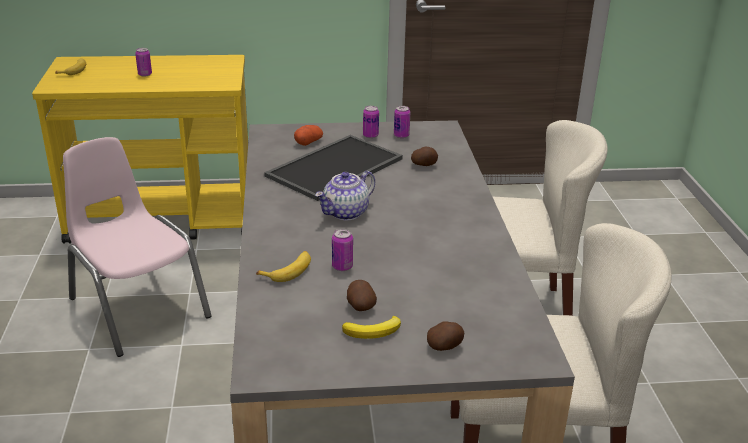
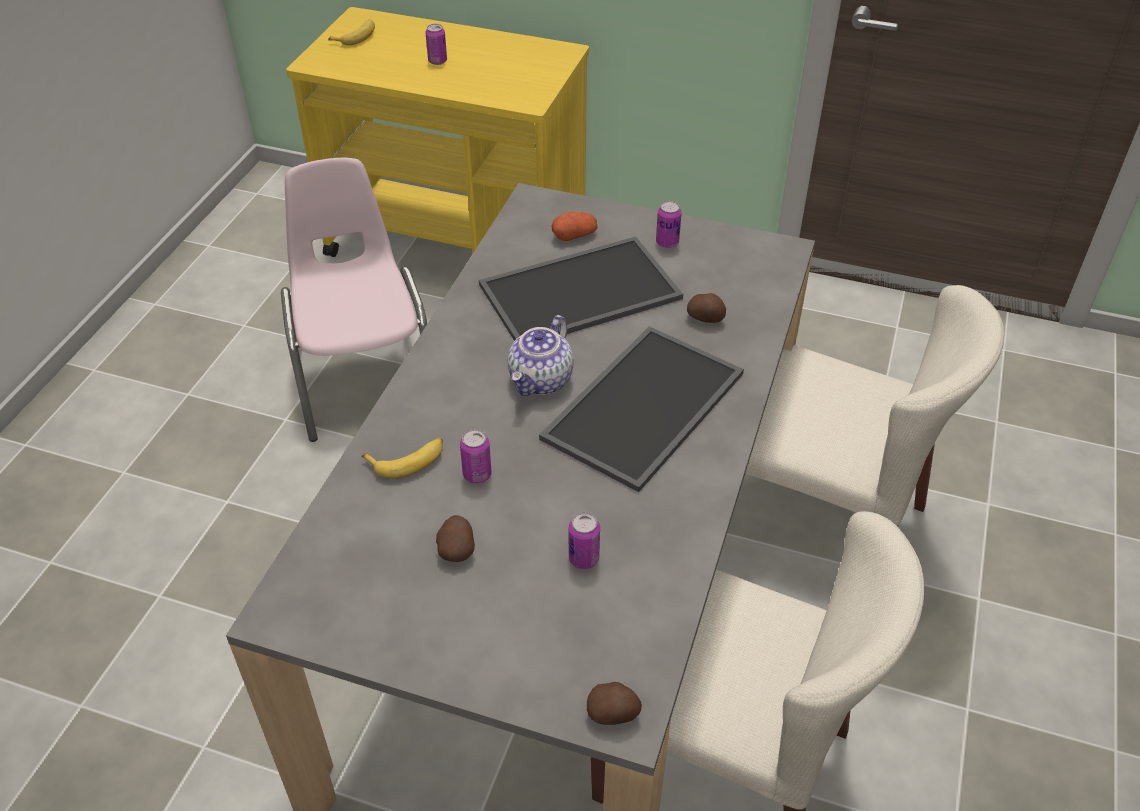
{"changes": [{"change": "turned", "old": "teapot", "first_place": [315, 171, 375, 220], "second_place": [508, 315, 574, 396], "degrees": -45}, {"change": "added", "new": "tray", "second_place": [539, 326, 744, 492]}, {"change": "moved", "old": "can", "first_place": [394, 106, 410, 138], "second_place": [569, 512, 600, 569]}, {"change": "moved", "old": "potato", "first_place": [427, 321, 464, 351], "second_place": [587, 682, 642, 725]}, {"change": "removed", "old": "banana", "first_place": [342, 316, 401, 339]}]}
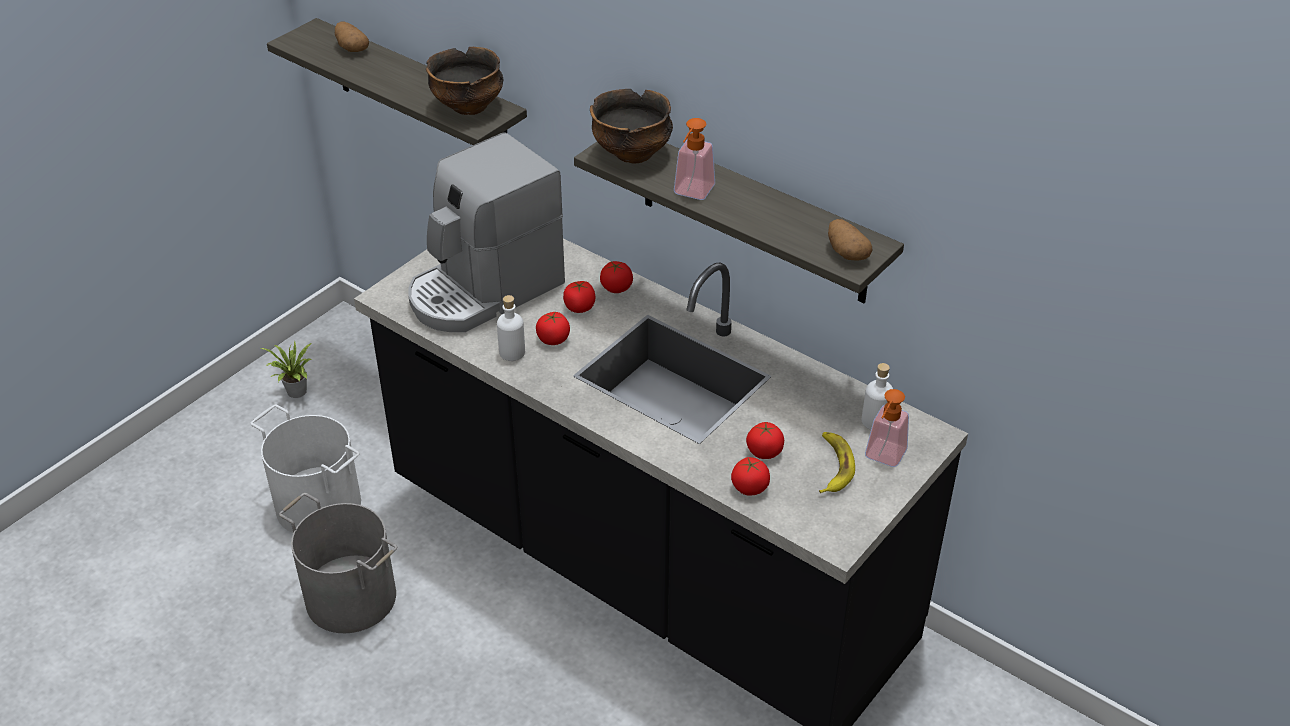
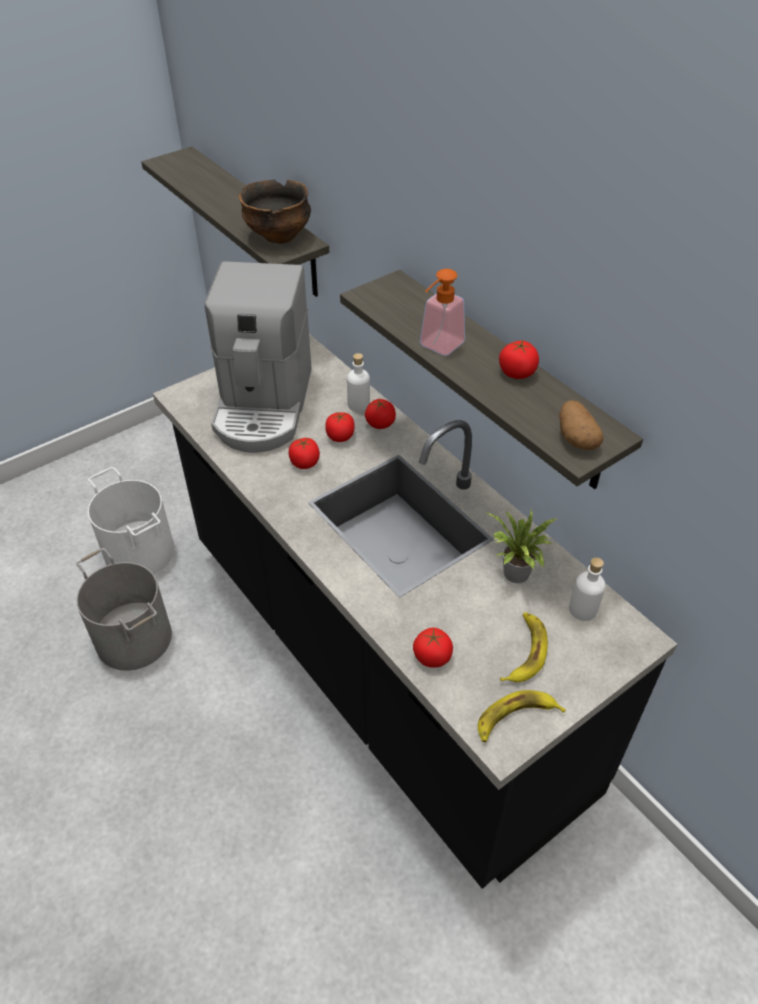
{"changes": [{"change": "turned", "old": "coffee machine", "first_place": [408, 132, 565, 332], "second_place": [204, 261, 312, 453], "degrees": -60}, {"change": "moved", "old": "bottle (white)", "first_place": [497, 295, 525, 361], "second_place": [347, 353, 370, 412]}, {"change": "added", "new": "banana", "second_place": [478, 690, 566, 742]}, {"change": "moved", "old": "potted plant", "first_place": [261, 341, 313, 398], "second_place": [487, 509, 557, 583]}, {"change": "moved", "old": "tomato", "first_place": [746, 422, 784, 459], "second_place": [499, 341, 539, 379]}, {"change": "removed", "old": "potato", "first_place": [335, 22, 369, 52]}, {"change": "removed", "old": "bowl", "first_place": [590, 89, 673, 164]}, {"change": "removed", "old": "soap dispenser", "first_place": [865, 389, 909, 467]}]}
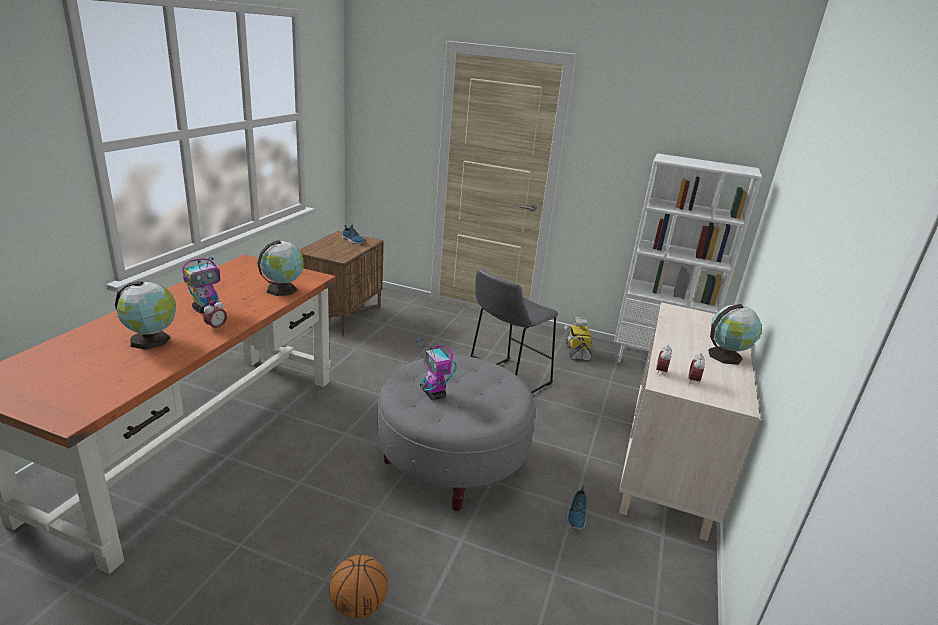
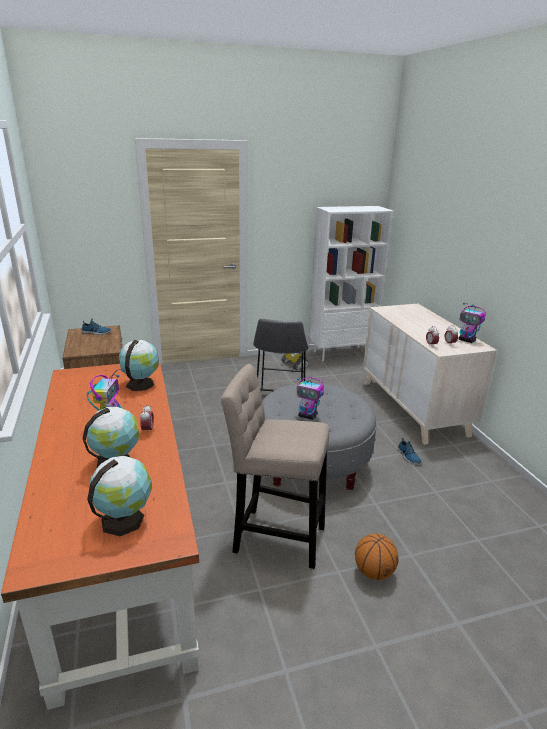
{"changes": [{"change": "moved", "old": "globe", "first_place": [708, 304, 762, 365], "second_place": [87, 456, 152, 536]}, {"change": "added", "new": "stool (beige)", "second_place": [221, 364, 329, 569]}, {"change": "added", "new": "toy robot", "second_place": [458, 302, 486, 343]}]}
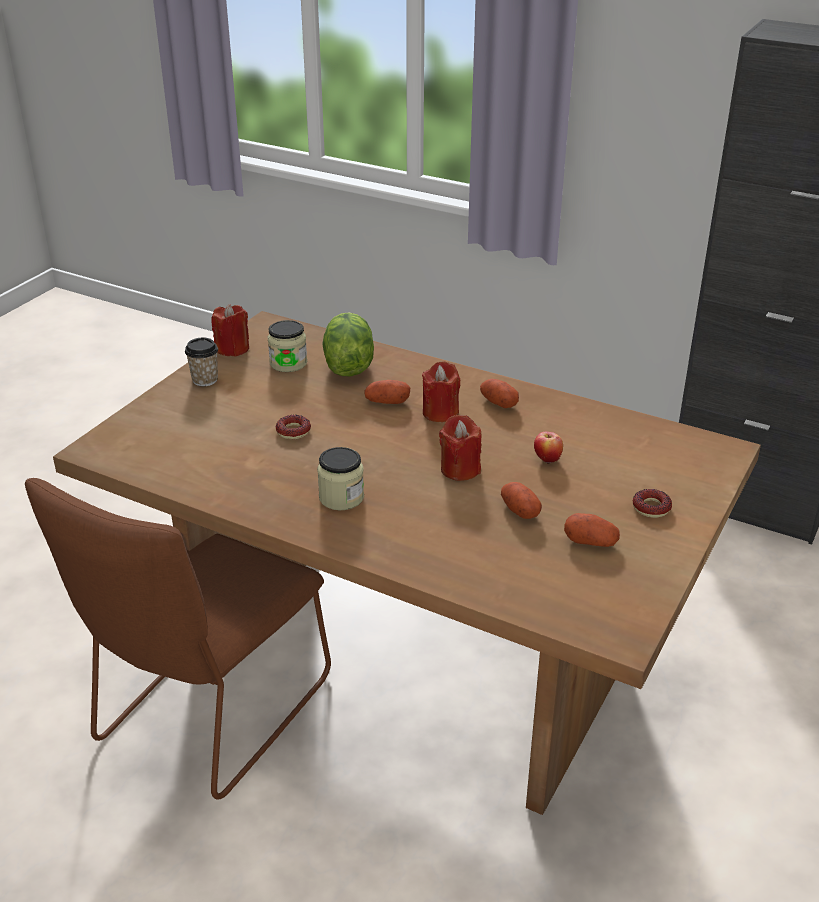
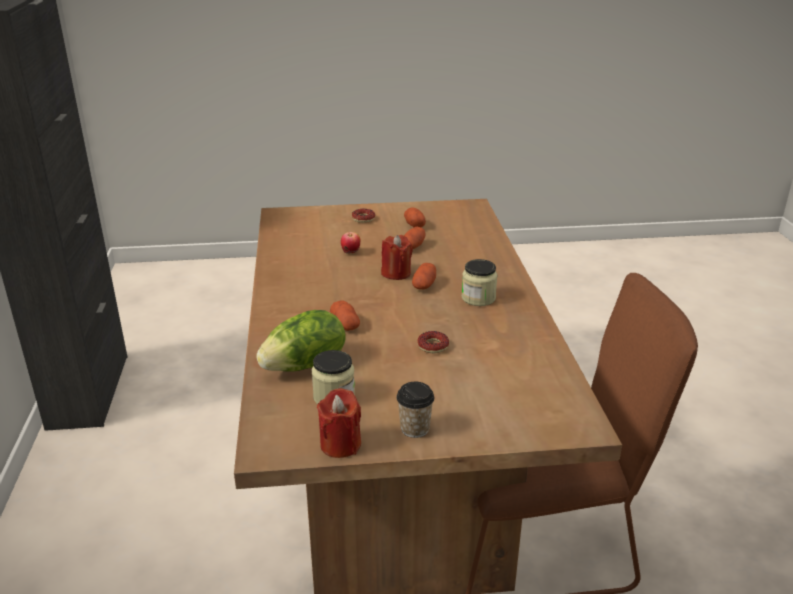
{"changes": [{"change": "moved", "old": "potato", "first_place": [480, 379, 519, 408], "second_place": [412, 263, 436, 289]}, {"change": "removed", "old": "candle (red)", "first_place": [422, 361, 460, 422]}]}
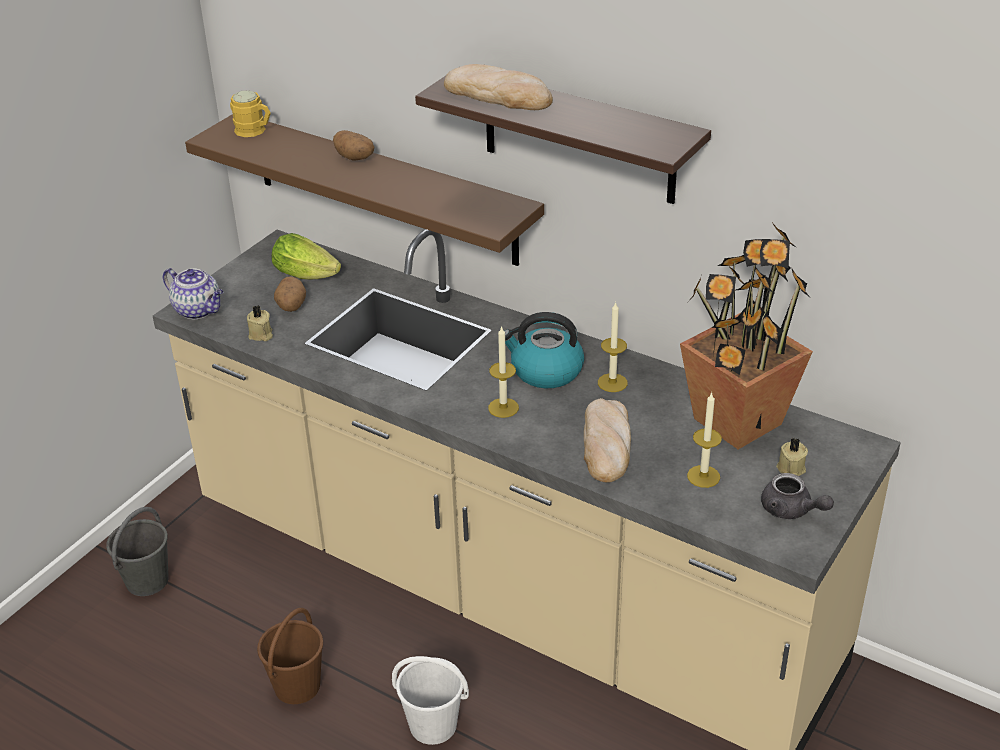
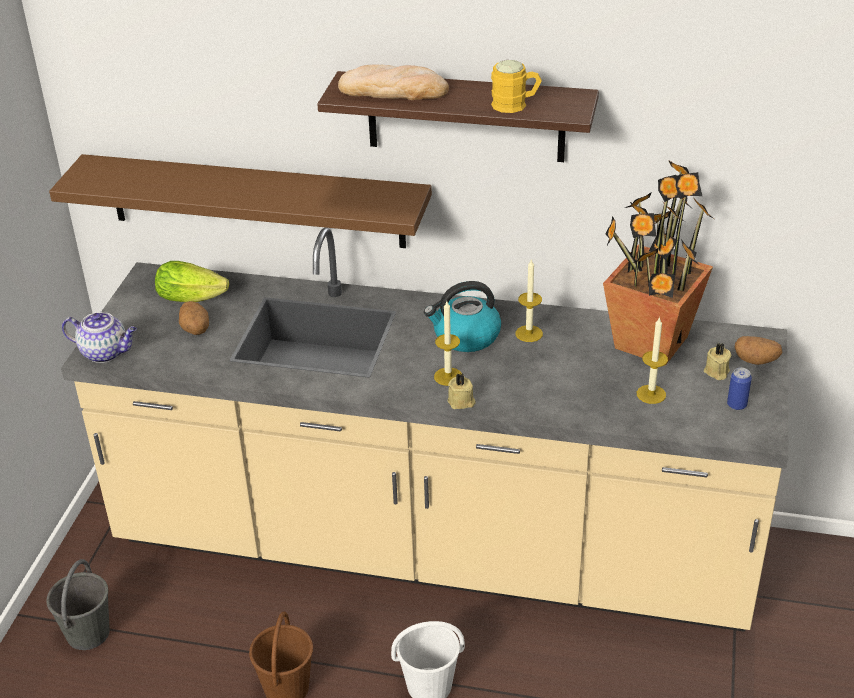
{"changes": [{"change": "moved", "old": "candle (beige)", "first_place": [247, 306, 273, 341], "second_place": [447, 373, 476, 409]}, {"change": "moved", "old": "mug (yellow)", "first_place": [230, 90, 271, 137], "second_place": [491, 60, 542, 113]}, {"change": "replaced", "old": "teapot (grey)", "new": "can", "first_place": [761, 473, 834, 519], "second_place": [727, 368, 752, 410]}, {"change": "moved", "old": "potato", "first_place": [333, 130, 374, 160], "second_place": [735, 336, 783, 365]}, {"change": "removed", "old": "bread", "first_place": [584, 398, 631, 483]}]}
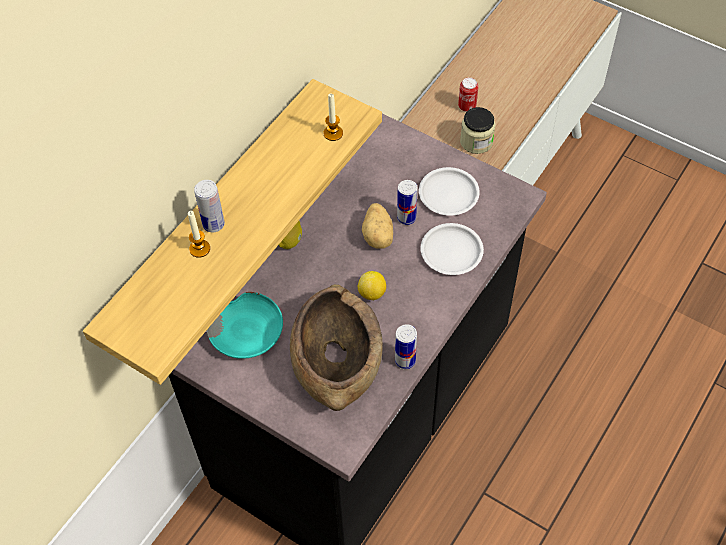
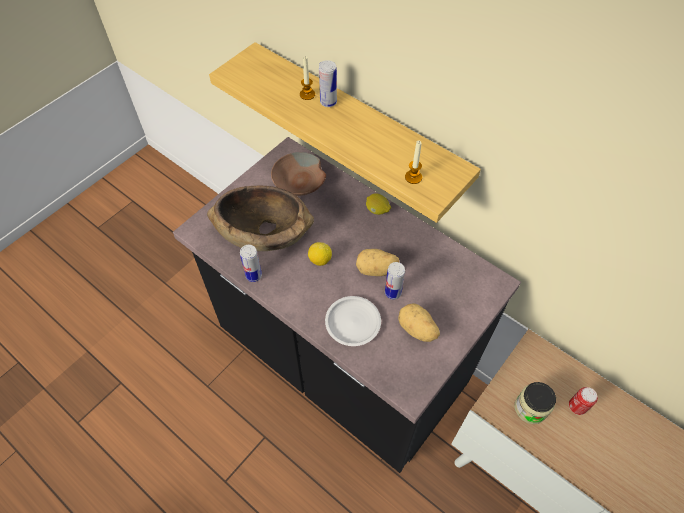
{"changes": [{"change": "recoloured", "old": "bowl (turquoise)", "new": "bowl (brown)", "first_place": [206, 292, 283, 359], "second_place": [271, 152, 326, 196]}, {"change": "replaced", "old": "plate (white)", "new": "potato", "first_place": [419, 167, 480, 216], "second_place": [398, 303, 440, 342]}]}
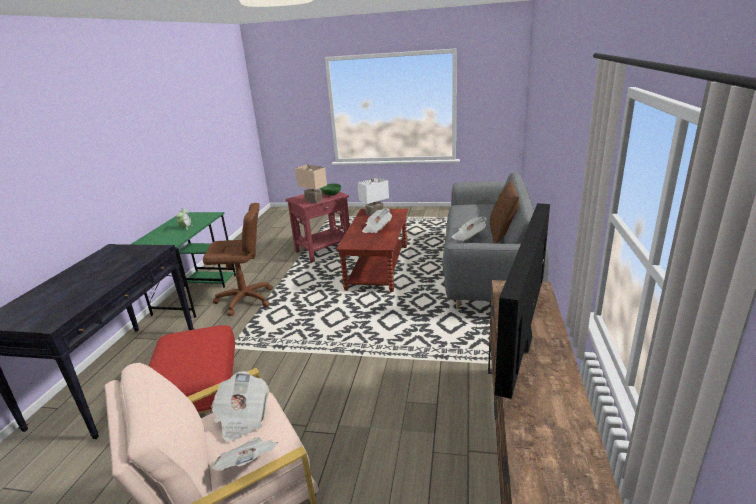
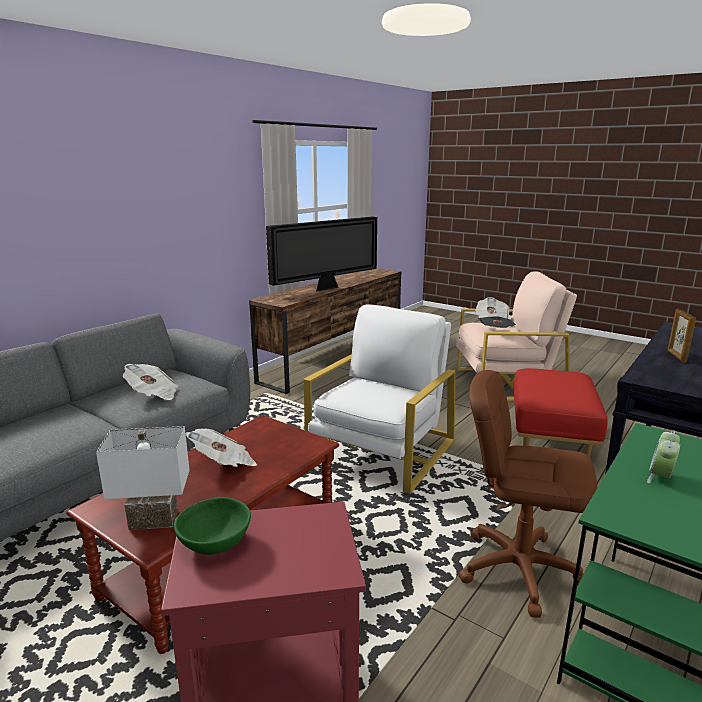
{"changes": [{"change": "added", "new": "armchair (white)", "second_place": [304, 304, 455, 494]}, {"change": "added", "new": "picture frame", "second_place": [667, 309, 696, 362]}, {"change": "removed", "old": "table lamp (beige)", "first_place": [295, 164, 327, 203]}, {"change": "removed", "old": "pillow (brown)", "first_place": [490, 180, 519, 244]}]}
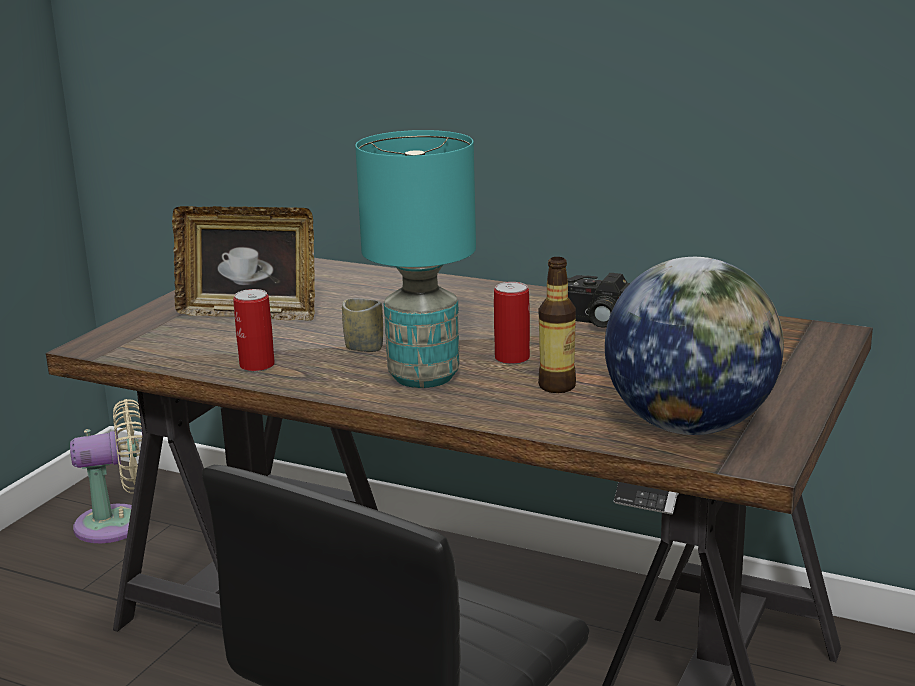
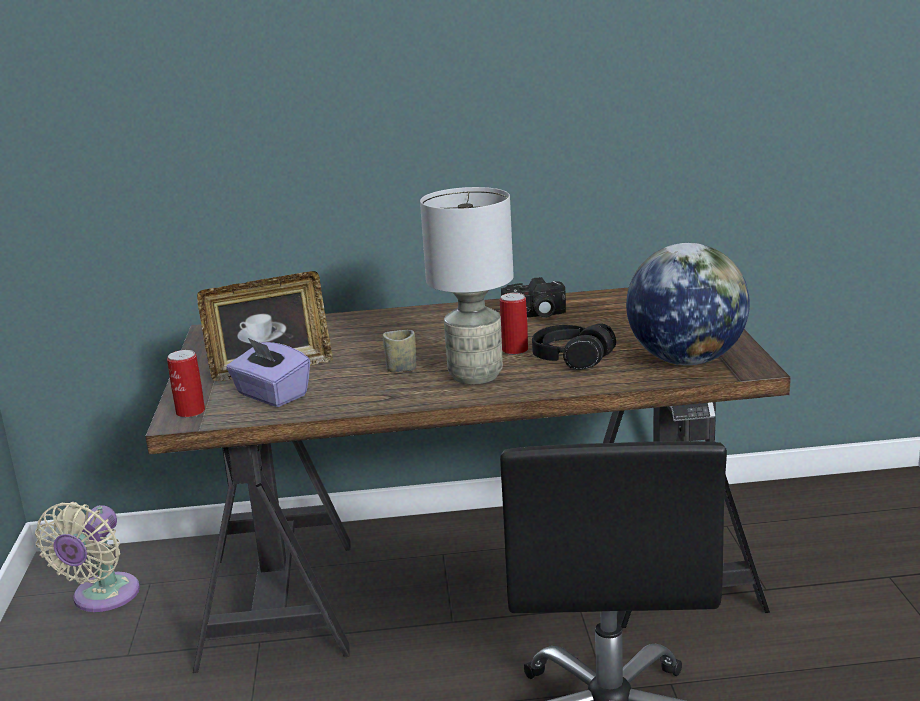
{"changes": [{"change": "turned", "old": "fan (beige)", "first_place": [70, 399, 142, 543], "second_place": [35, 502, 140, 612], "degrees": 150}, {"change": "moved", "old": "can", "first_place": [233, 289, 275, 372], "second_place": [167, 350, 205, 418]}, {"change": "added", "new": "tissue box (purple)", "second_place": [226, 338, 310, 407]}, {"change": "recoloured", "old": "table lamp (turquoise)", "new": "table lamp (grey)", "first_place": [355, 130, 476, 388], "second_place": [420, 187, 514, 384]}, {"change": "replaced", "old": "bottle", "new": "headphones (black)", "first_place": [538, 257, 576, 393], "second_place": [532, 323, 616, 369]}]}
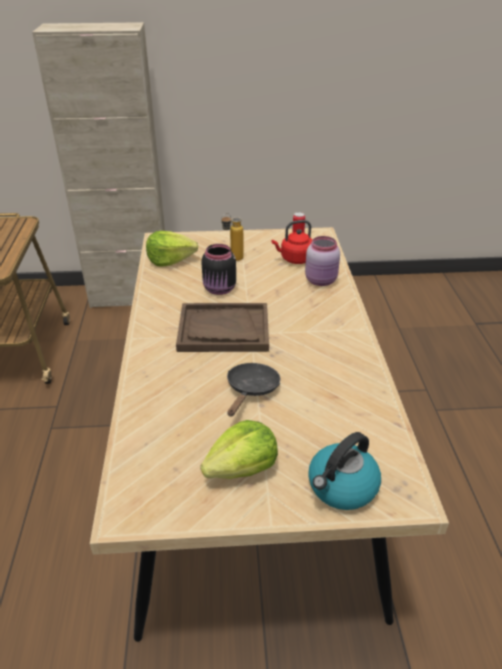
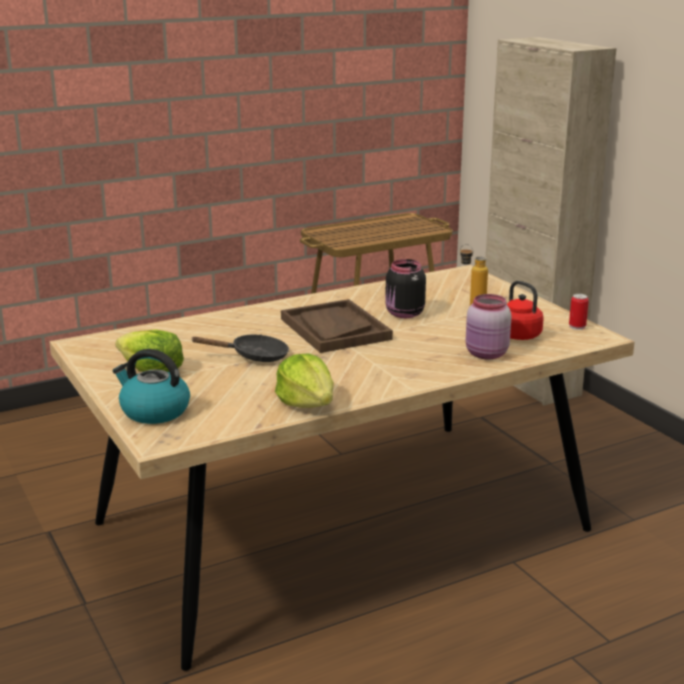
{"changes": [{"change": "moved", "old": "lettuce", "first_place": [146, 231, 198, 267], "second_place": [275, 353, 334, 408]}]}
